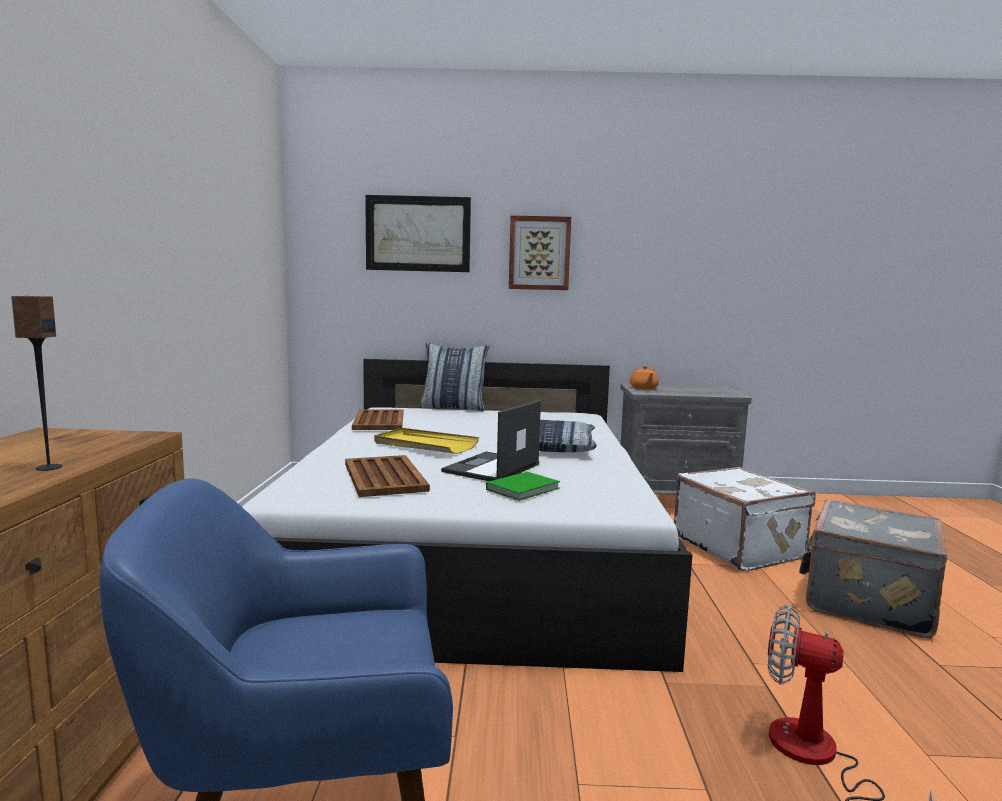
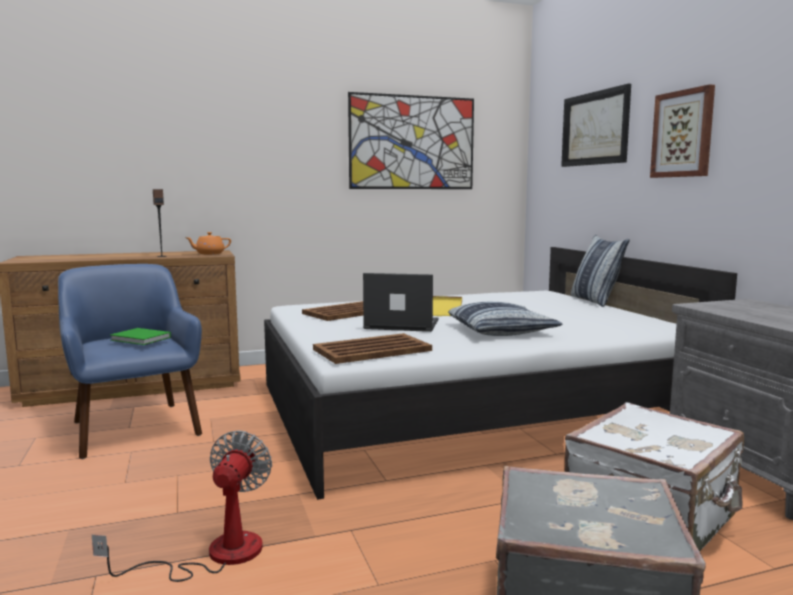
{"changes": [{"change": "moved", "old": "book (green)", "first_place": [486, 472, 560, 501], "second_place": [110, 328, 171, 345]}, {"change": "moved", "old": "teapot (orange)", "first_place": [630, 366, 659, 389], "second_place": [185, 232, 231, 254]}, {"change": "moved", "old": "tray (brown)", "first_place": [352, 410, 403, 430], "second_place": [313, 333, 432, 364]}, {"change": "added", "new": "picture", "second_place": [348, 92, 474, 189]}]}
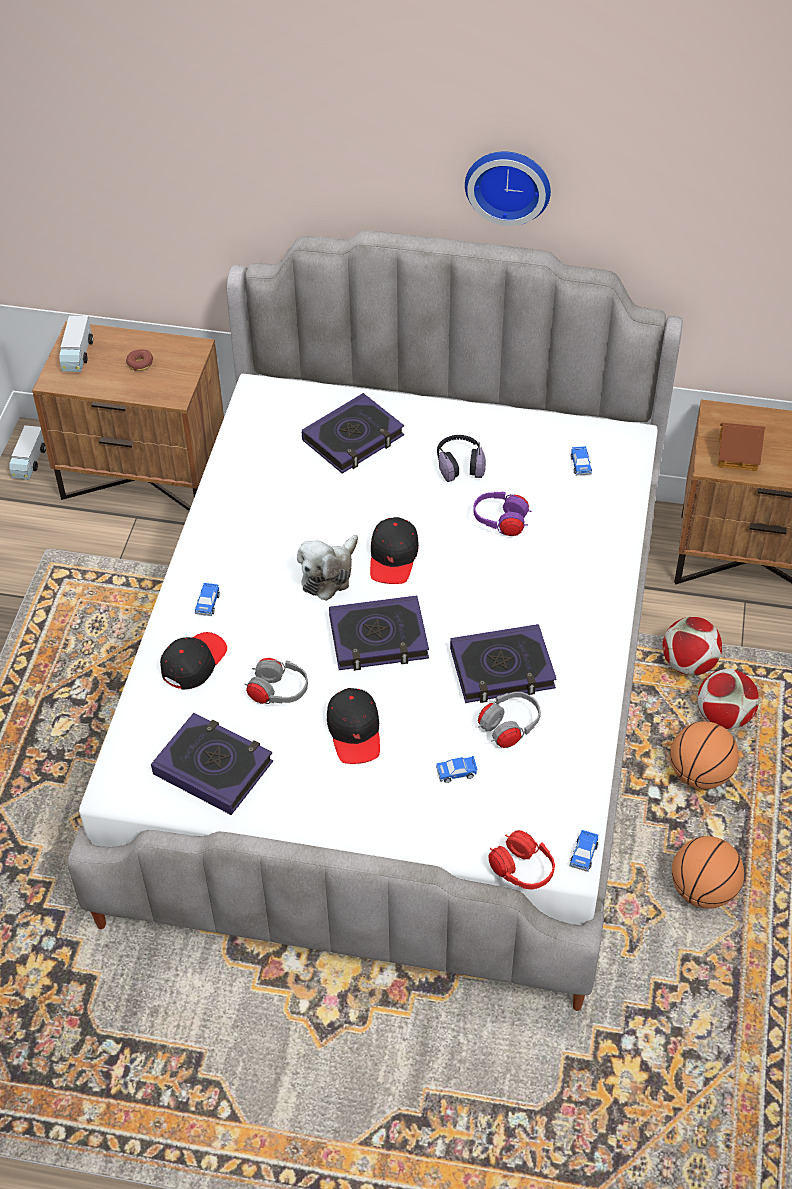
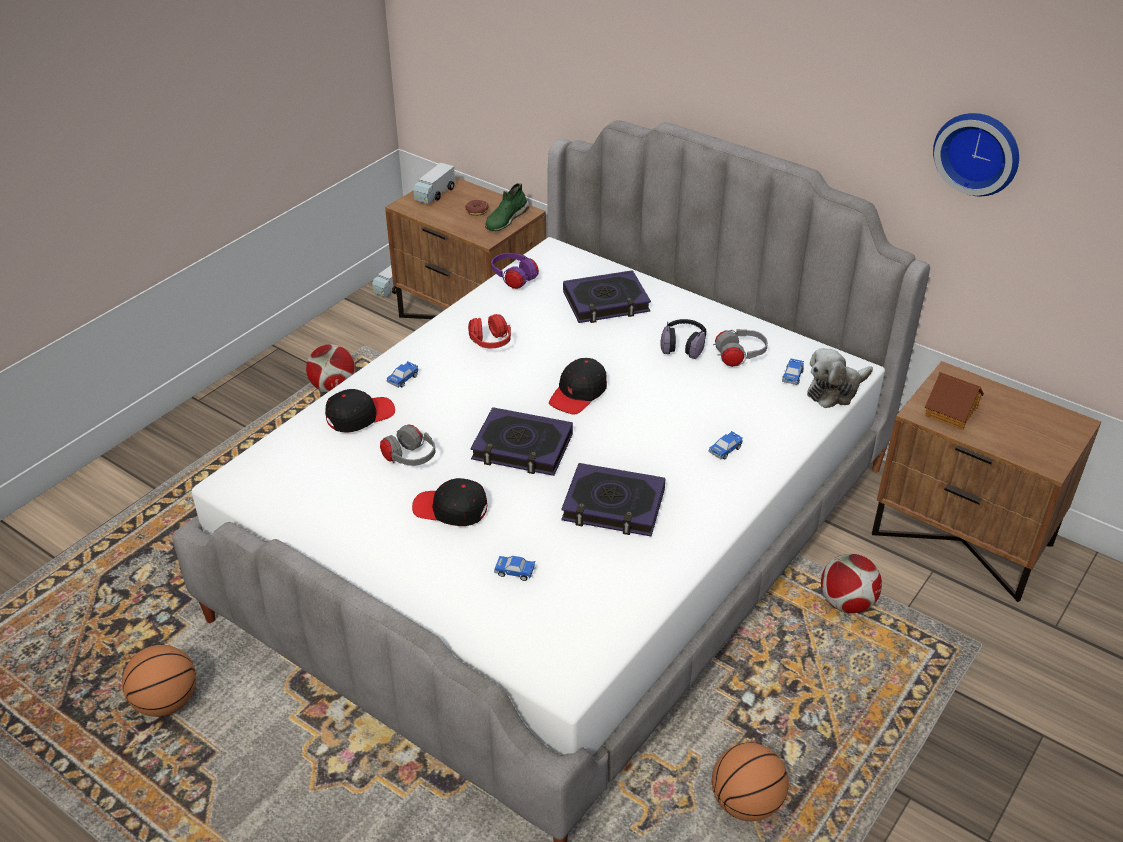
{"changes": [{"change": "moved", "old": "basketball", "first_place": [670, 721, 739, 789], "second_place": [122, 645, 196, 717]}, {"change": "moved", "old": "football", "first_place": [698, 669, 759, 729], "second_place": [306, 344, 355, 393]}, {"change": "turned", "old": "cap (black)", "first_place": [327, 688, 380, 764], "second_place": [412, 478, 487, 526], "degrees": 90}, {"change": "moved", "old": "headphones (red)", "first_place": [488, 830, 555, 890], "second_place": [468, 314, 511, 348]}, {"change": "added", "new": "shoe (green)", "second_place": [485, 183, 529, 231]}, {"change": "moved", "old": "headphones (purple)", "first_place": [473, 492, 532, 536], "second_place": [491, 253, 539, 289]}, {"change": "moved", "old": "toy car", "first_place": [570, 830, 598, 872], "second_place": [708, 431, 743, 460]}, {"change": "moved", "old": "headphones (grey)", "first_place": [478, 692, 541, 748], "second_place": [713, 329, 768, 367]}, {"change": "moved", "old": "plush toy", "first_place": [297, 535, 358, 601], "second_place": [807, 348, 873, 408]}, {"change": "moved", "old": "wall clock", "first_place": [465, 151, 551, 226], "second_place": [933, 113, 1019, 196]}, {"change": "removed", "old": "book", "first_place": [151, 713, 273, 815]}]}
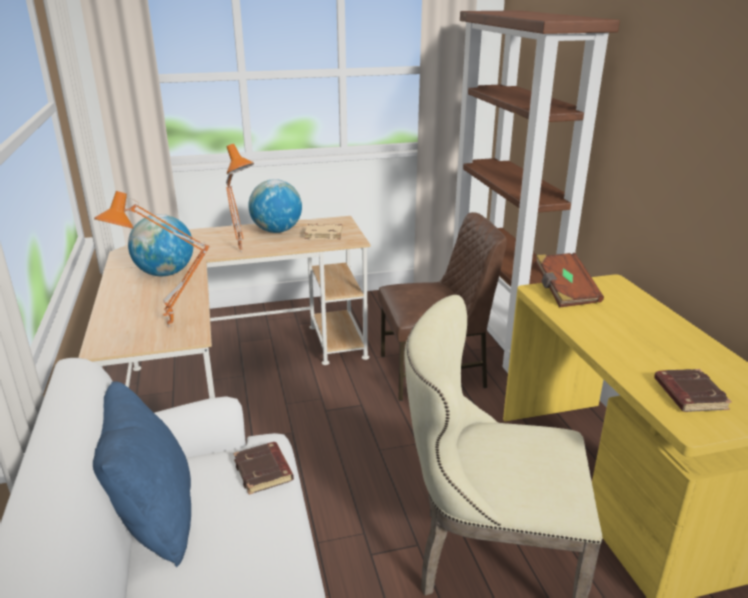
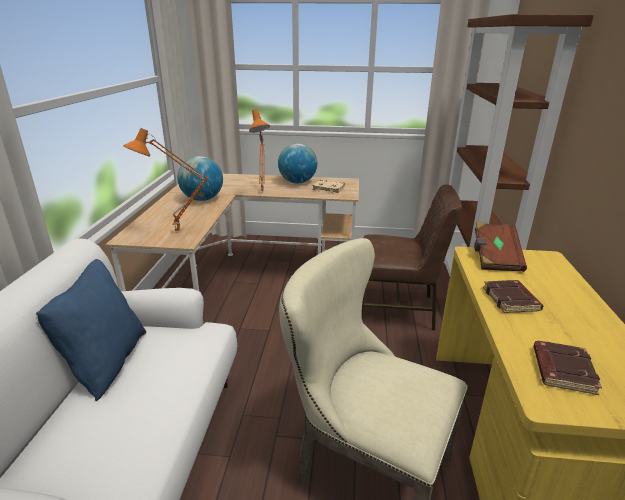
{"changes": [{"change": "moved", "old": "book (brown)", "first_place": [233, 442, 294, 495], "second_place": [483, 280, 544, 313]}]}
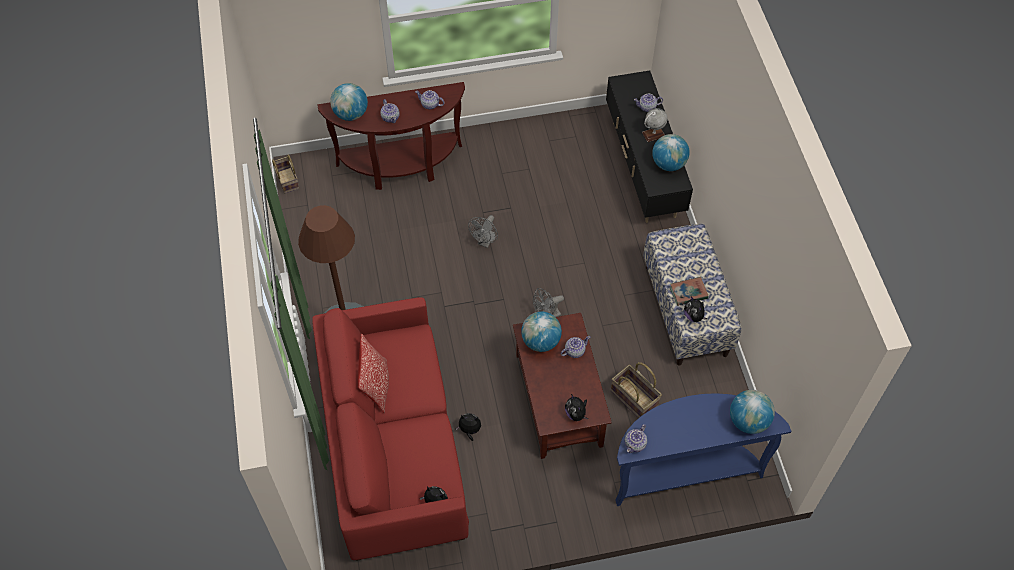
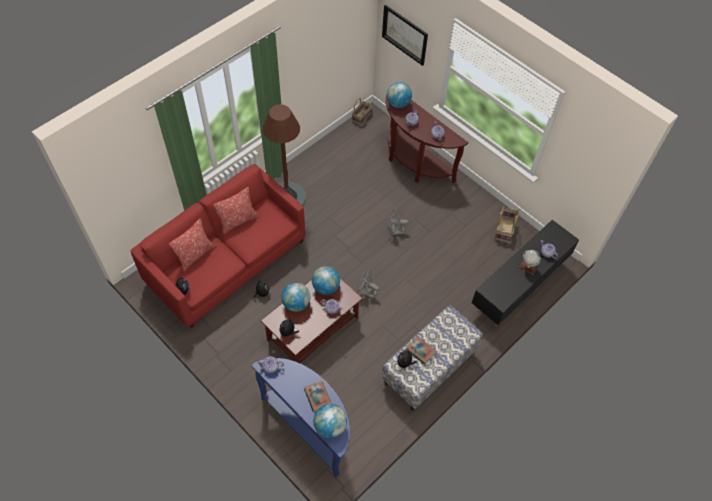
{"changes": [{"change": "added", "new": "pillow", "second_place": [169, 218, 215, 271]}, {"change": "moved", "old": "globe", "first_place": [652, 134, 690, 171], "second_place": [281, 283, 310, 312]}, {"change": "added", "new": "book", "second_place": [304, 381, 332, 412]}, {"change": "added", "new": "picture", "second_place": [382, 5, 428, 66]}, {"change": "moved", "old": "basket", "first_place": [611, 362, 662, 418], "second_place": [494, 205, 520, 243]}]}
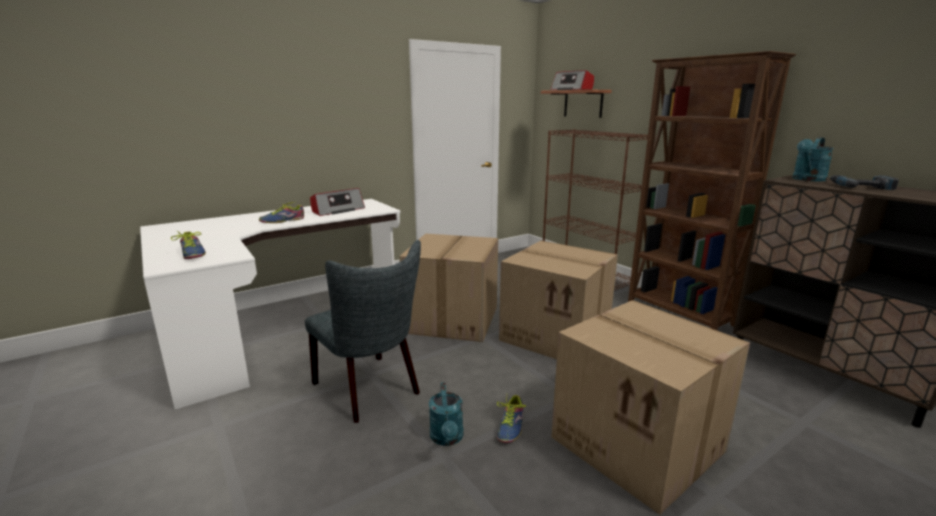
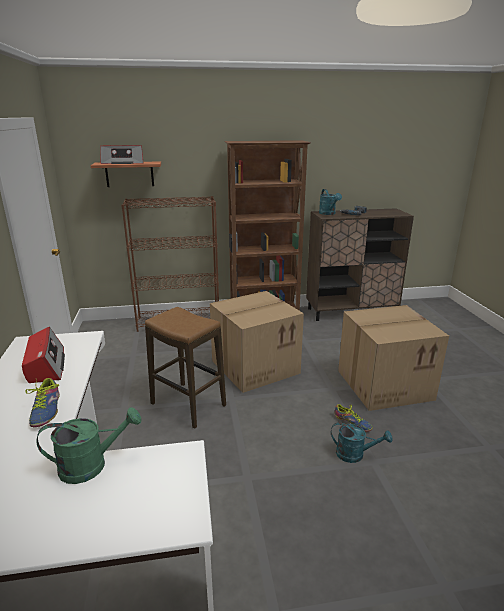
{"changes": [{"change": "added", "new": "watering can (green)", "second_place": [37, 407, 142, 484]}, {"change": "replaced", "old": "cardboard box", "new": "stool", "first_place": [399, 234, 498, 342], "second_place": [145, 307, 226, 428]}, {"change": "removed", "old": "shoe", "first_place": [171, 231, 206, 259]}, {"change": "removed", "old": "chair (grey)", "first_place": [305, 240, 421, 423]}]}
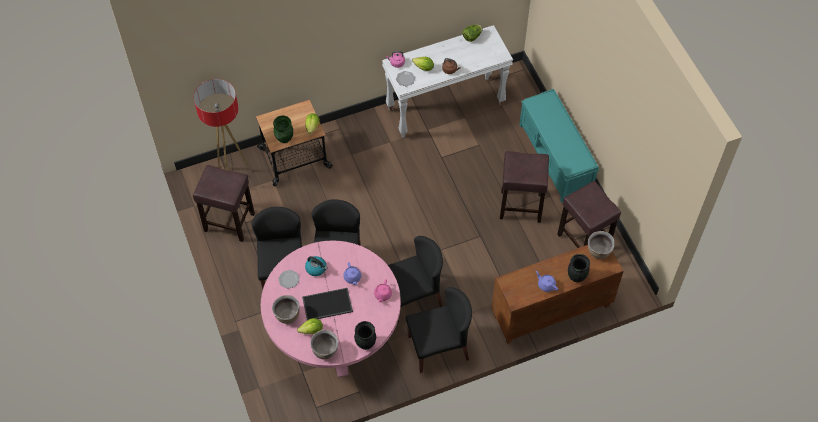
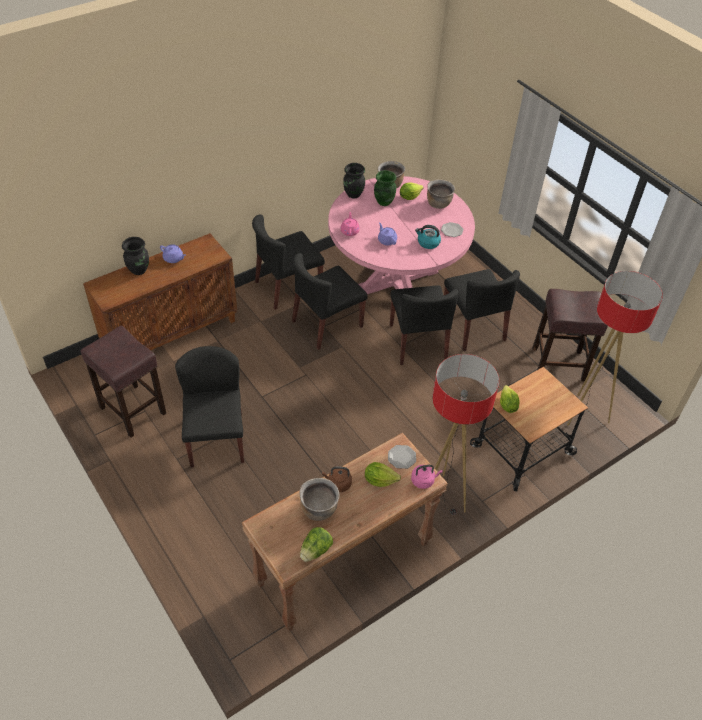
{"changes": [{"change": "replaced", "old": "stool (brown)", "new": "chair (black)", "first_place": [500, 151, 549, 223], "second_place": [175, 346, 244, 468]}, {"change": "recoloured", "old": "console table (white)", "new": "console table (brown)", "first_place": [382, 25, 513, 138], "second_place": [242, 433, 448, 631]}, {"change": "moved", "old": "cooking pot (brown)", "first_place": [588, 231, 615, 259], "second_place": [299, 478, 340, 521]}, {"change": "moved", "old": "vase (green)", "first_place": [273, 115, 293, 143], "second_place": [374, 170, 396, 206]}, {"change": "added", "new": "floor lamp", "second_place": [432, 354, 499, 515]}, {"change": "removed", "old": "tray", "first_place": [302, 288, 353, 320]}, {"change": "removed", "old": "bench (turquoise)", "first_place": [519, 89, 599, 203]}]}
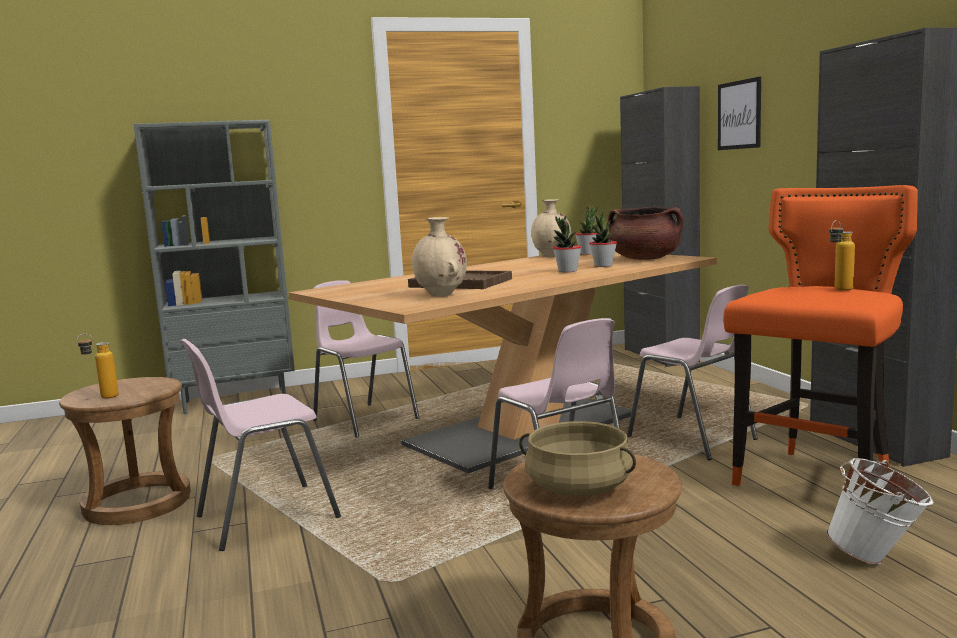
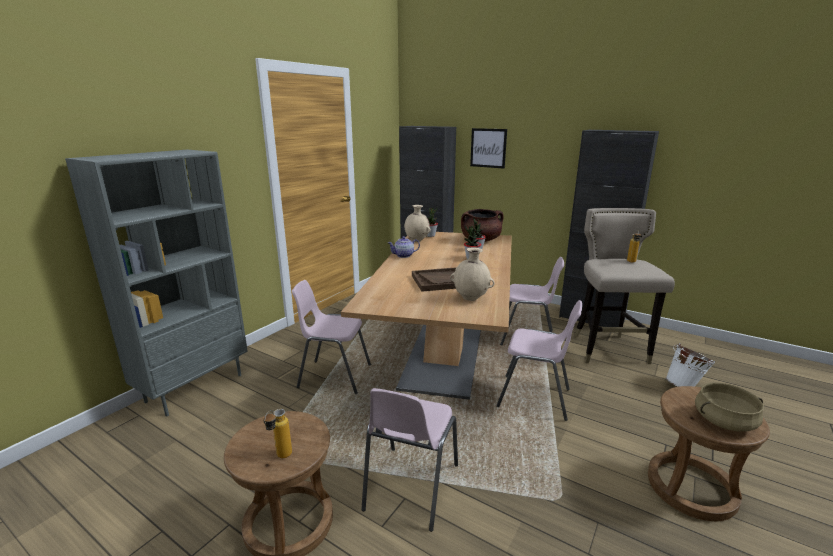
{"changes": [{"change": "added", "new": "teapot", "second_place": [388, 236, 420, 258]}, {"change": "recoloured", "old": "stool (orange)", "new": "stool (beige)", "first_place": [723, 185, 918, 486], "second_place": [574, 208, 675, 364]}]}
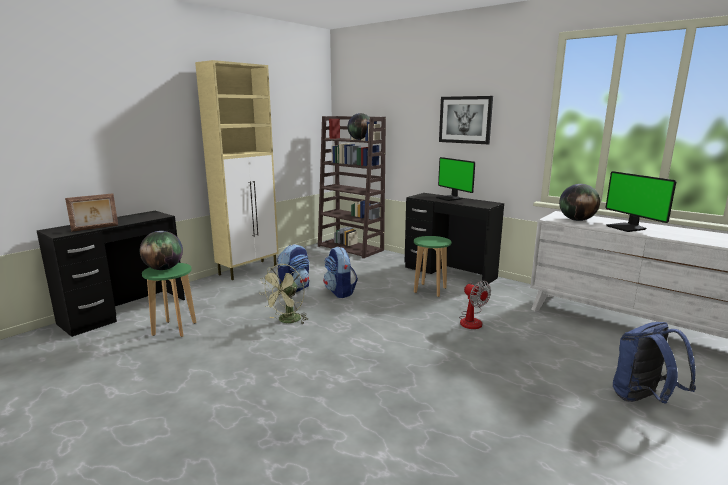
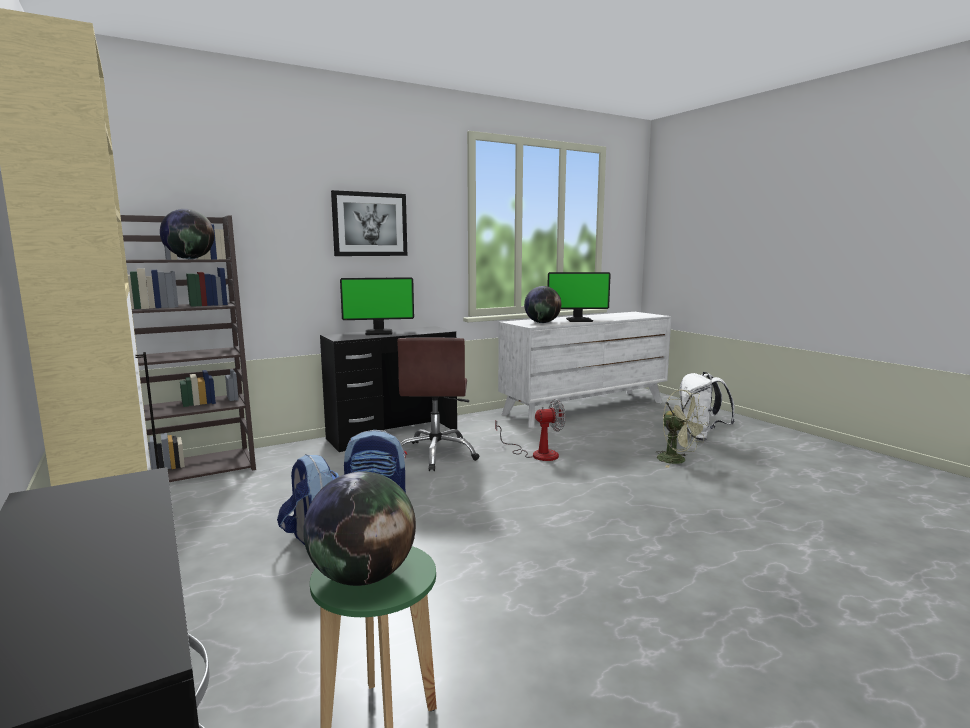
{"changes": [{"change": "replaced", "old": "stool (green)", "new": "office chair (brown)", "first_place": [414, 236, 451, 297], "second_place": [397, 338, 479, 471]}, {"change": "moved", "old": "fan (green)", "first_place": [260, 264, 308, 324], "second_place": [656, 390, 708, 468]}, {"change": "recoloured", "old": "backpack (blue)", "new": "backpack (white)", "first_place": [613, 322, 696, 404], "second_place": [679, 372, 735, 441]}, {"change": "removed", "old": "picture frame", "first_place": [65, 193, 118, 232]}]}
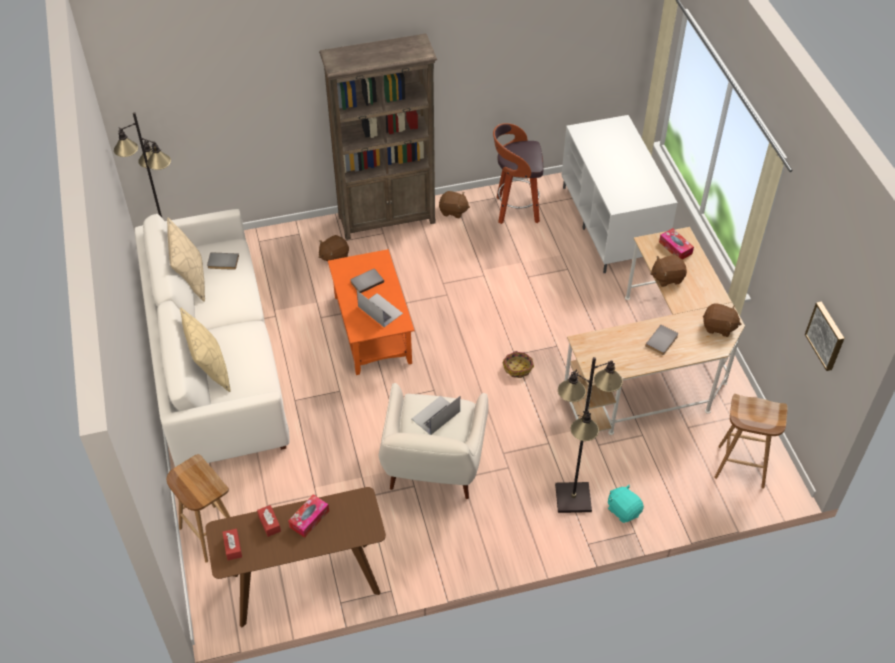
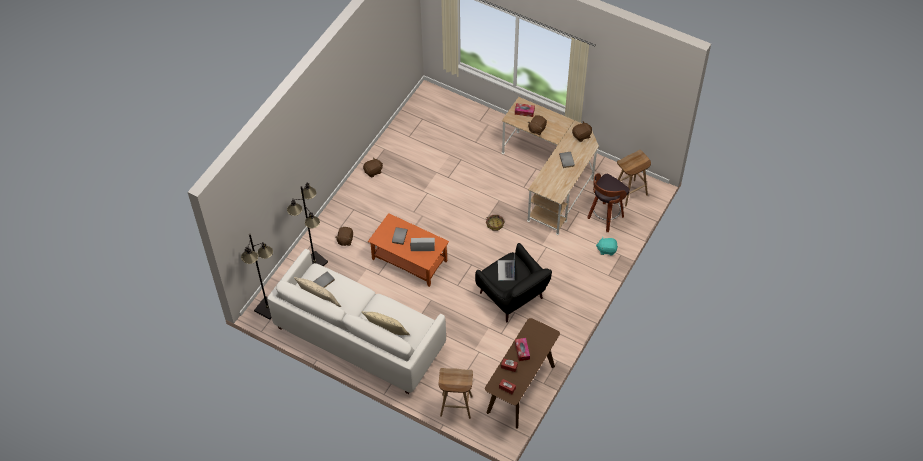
{"changes": [{"change": "moved", "old": "floor lamp (black)", "first_place": [555, 357, 623, 513], "second_place": [287, 183, 328, 266]}, {"change": "recoloured", "old": "armchair (white)", "new": "armchair (black)", "first_place": [379, 383, 489, 499], "second_place": [475, 243, 552, 322]}, {"change": "moved", "old": "stool", "first_place": [493, 123, 543, 224], "second_place": [588, 173, 630, 232]}, {"change": "removed", "old": "bookcase (brown)", "first_place": [319, 34, 437, 240]}, {"change": "removed", "old": "tv stand (white)", "first_place": [561, 115, 678, 273]}, {"change": "removed", "old": "picture", "first_place": [805, 302, 845, 371]}]}
